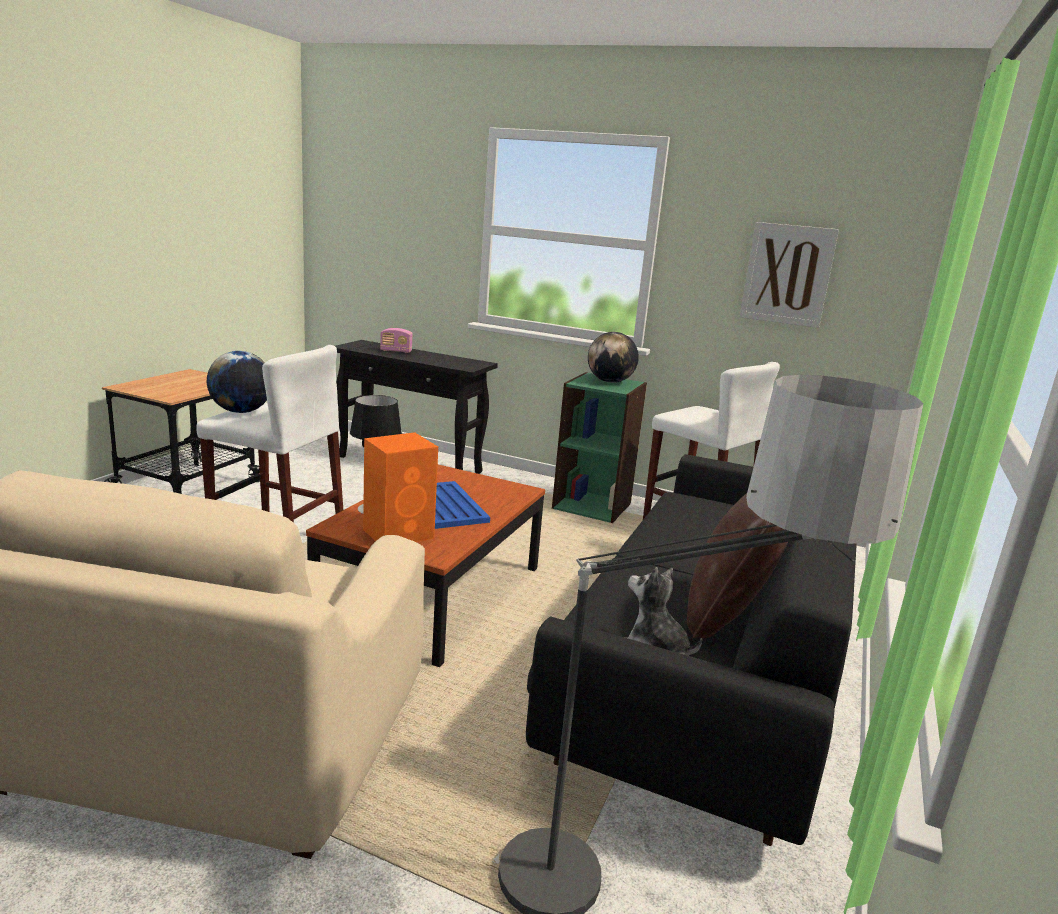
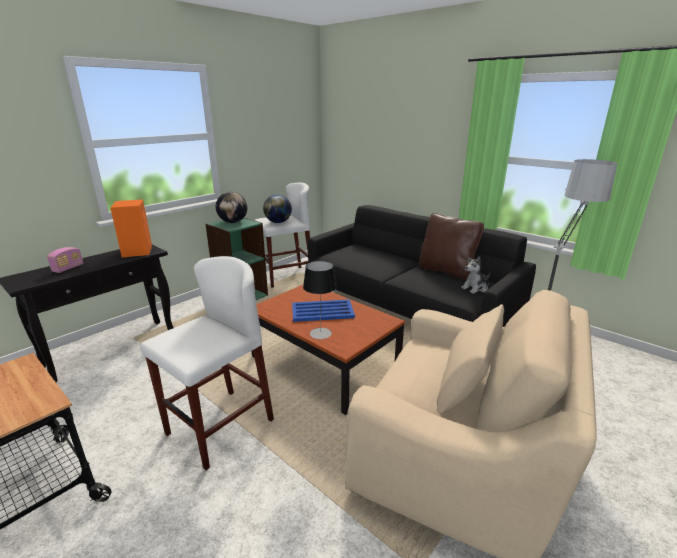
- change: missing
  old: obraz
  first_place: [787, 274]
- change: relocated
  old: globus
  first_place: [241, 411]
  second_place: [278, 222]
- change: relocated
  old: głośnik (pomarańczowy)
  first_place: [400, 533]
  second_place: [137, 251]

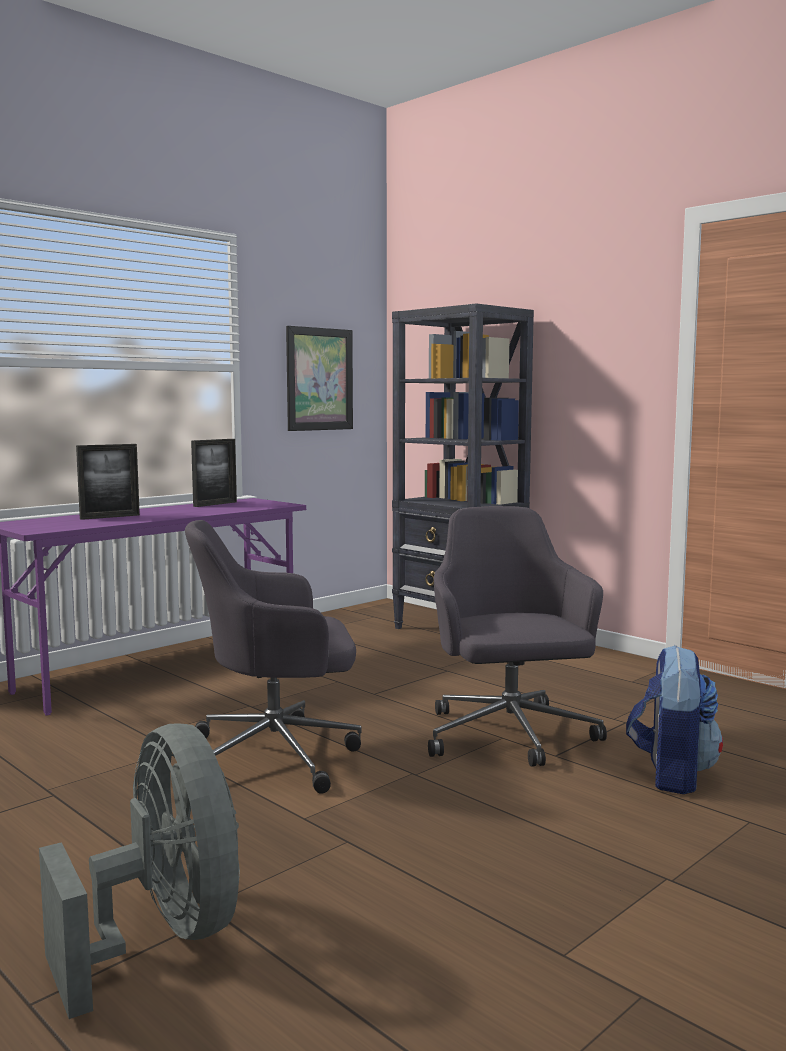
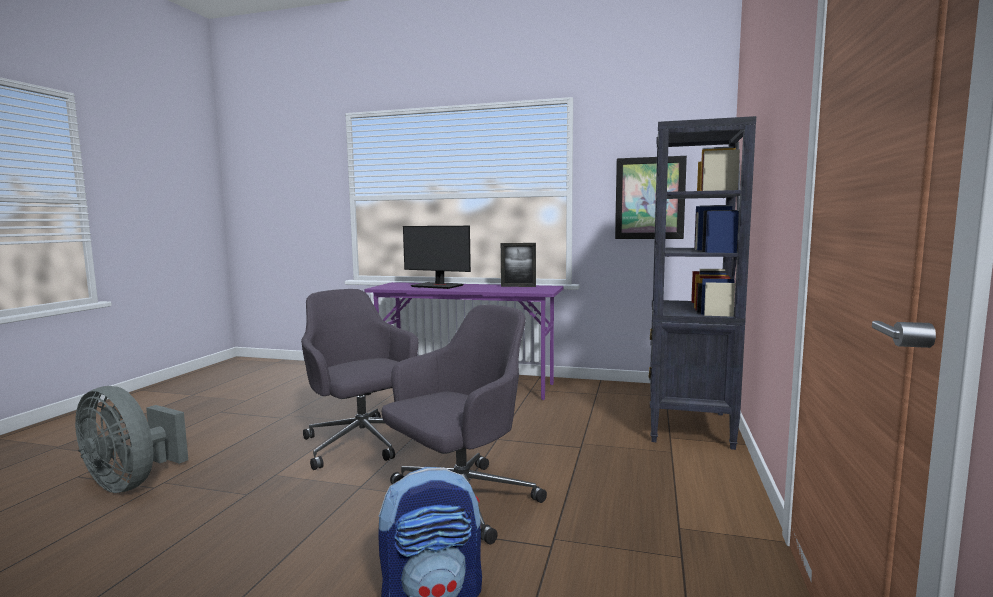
- change: exchanged
  old: ramka na zdjęcie
  new: monitor
  first_place: [110, 517]
  second_place: [438, 286]
- change: spun
  old: wentylator (szary)
  first_place: [162, 937]
  second_place: [131, 482]
  degrees: 90

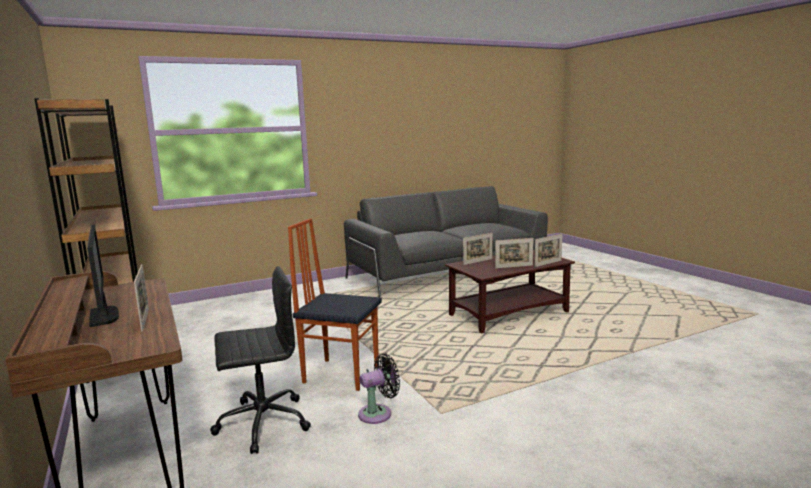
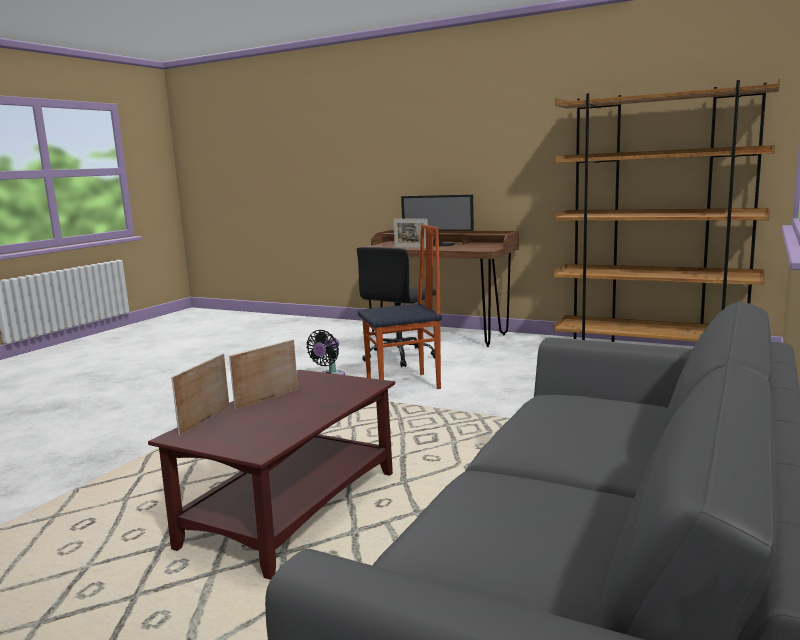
- change: missing
  old: ramka na zdjęcie
  first_place: [478, 262]

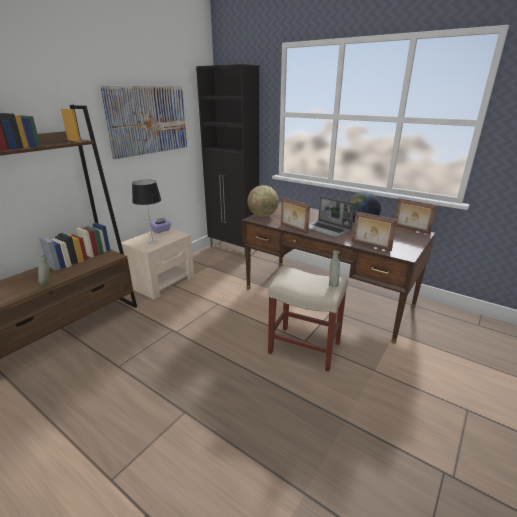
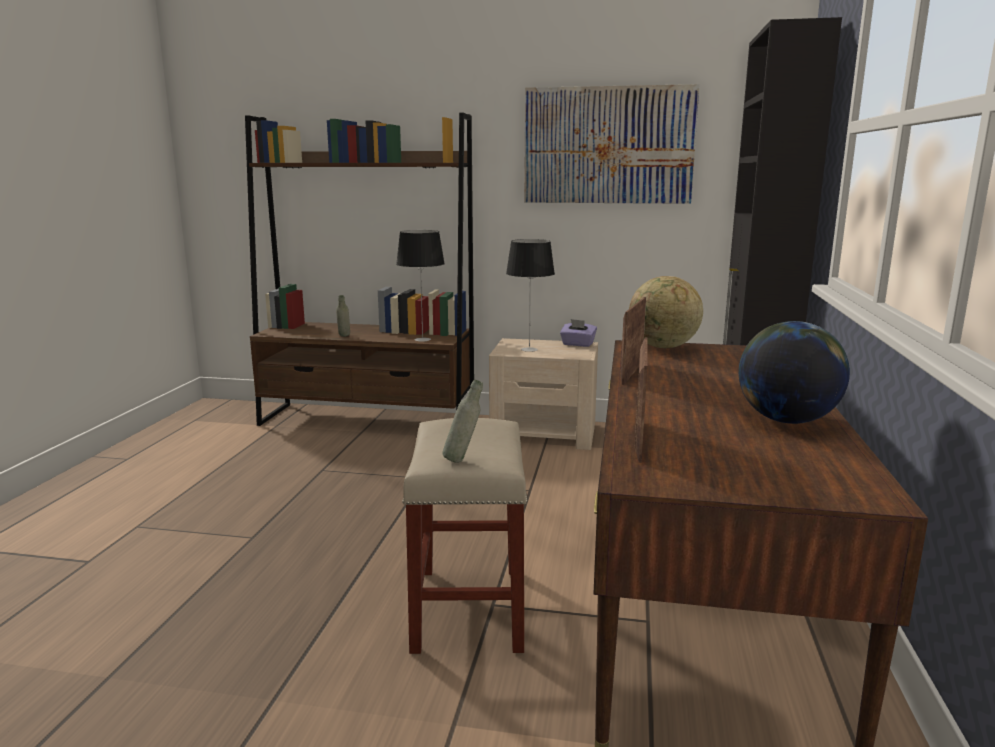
- change: missing
  old: laptop
  first_place: [328, 230]
- change: missing
  old: ramka na zdjęcie
  first_place: [411, 229]
- change: appeared
  new: lampa stołowa
  second_place: [422, 339]

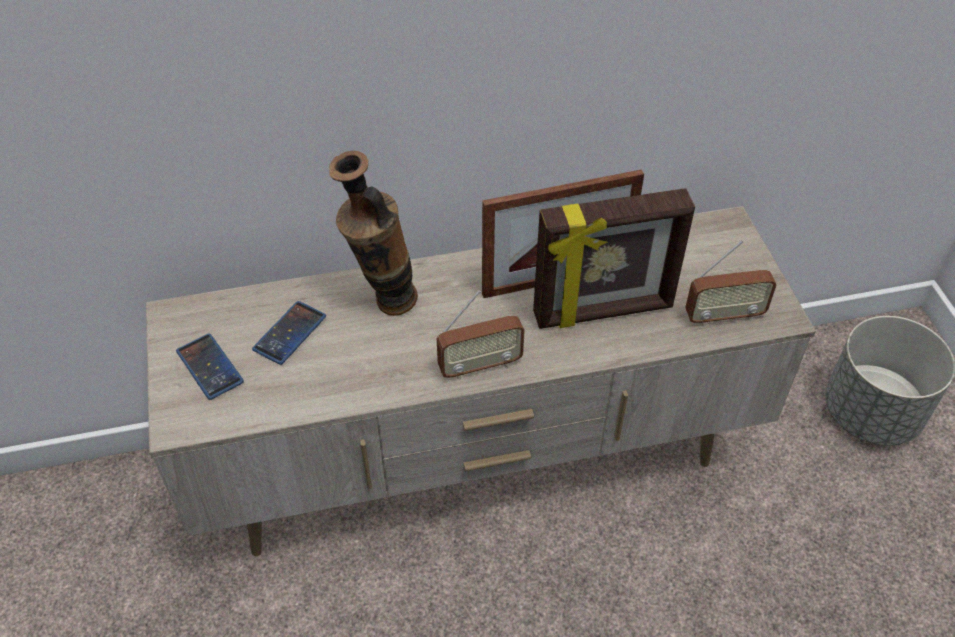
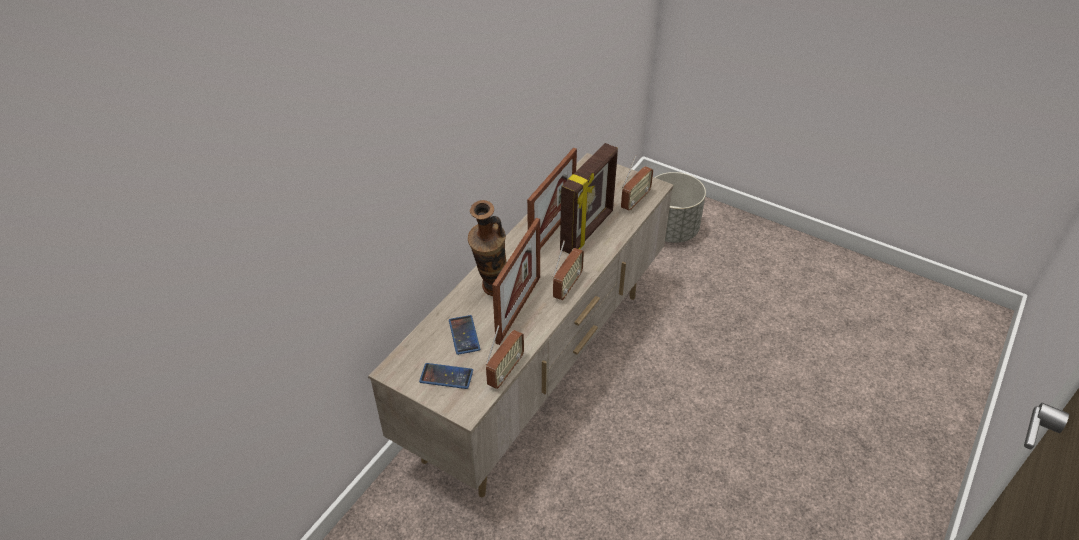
- change: appeared
  new: ramka na zdjęcie
  second_place: [518, 309]
- change: appeared
  new: radio
  second_place: [505, 372]

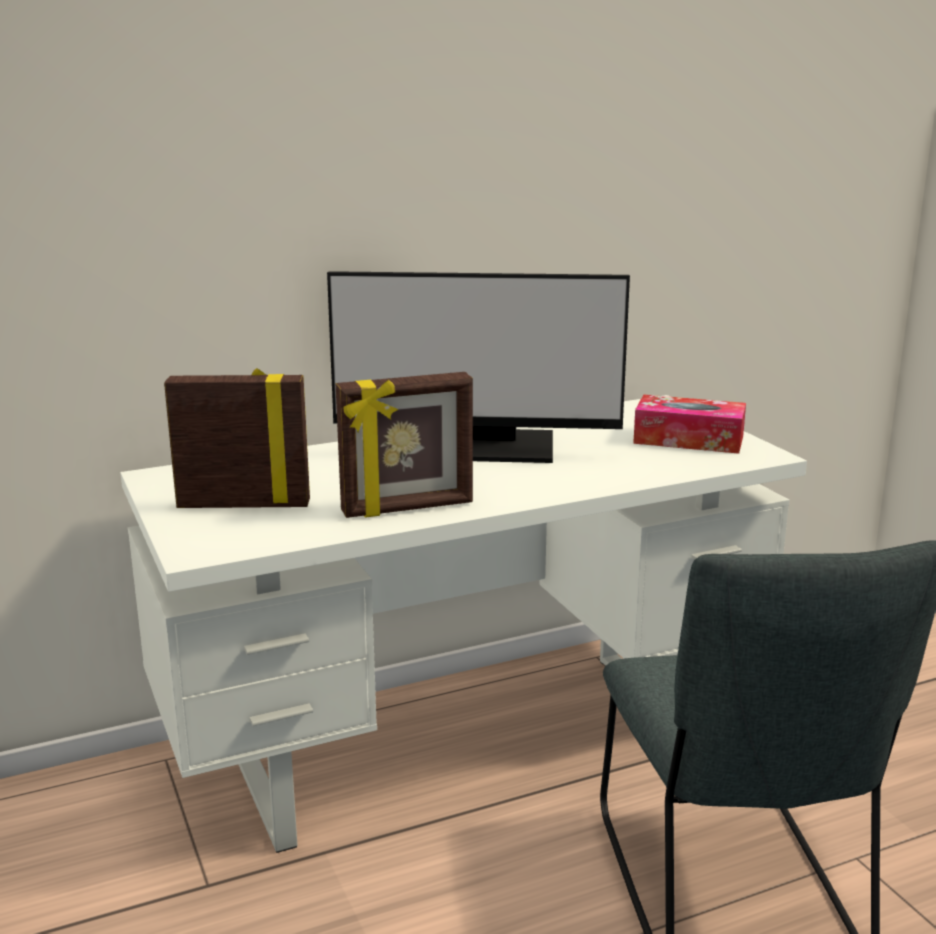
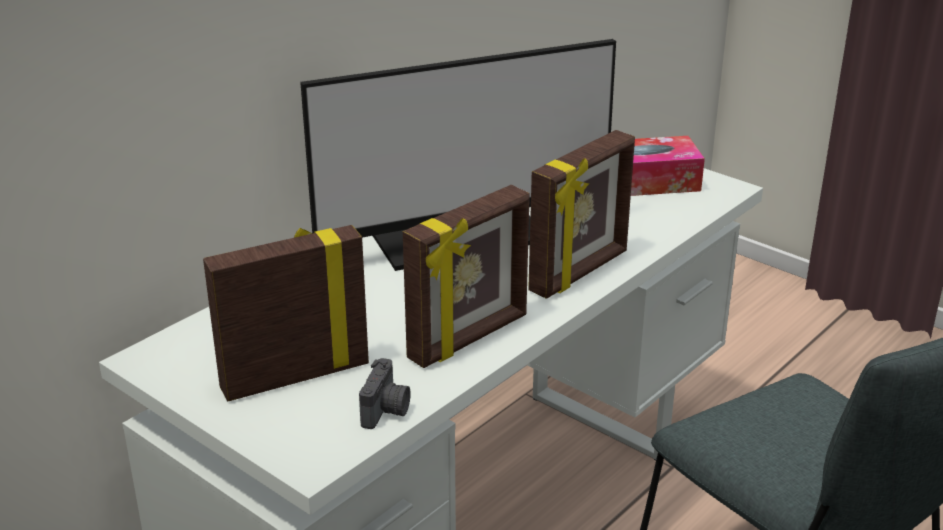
- change: appeared
  new: ramka na zdjęcie
  second_place: [580, 272]
- change: appeared
  new: aparat fotograficzny
  second_place: [386, 410]

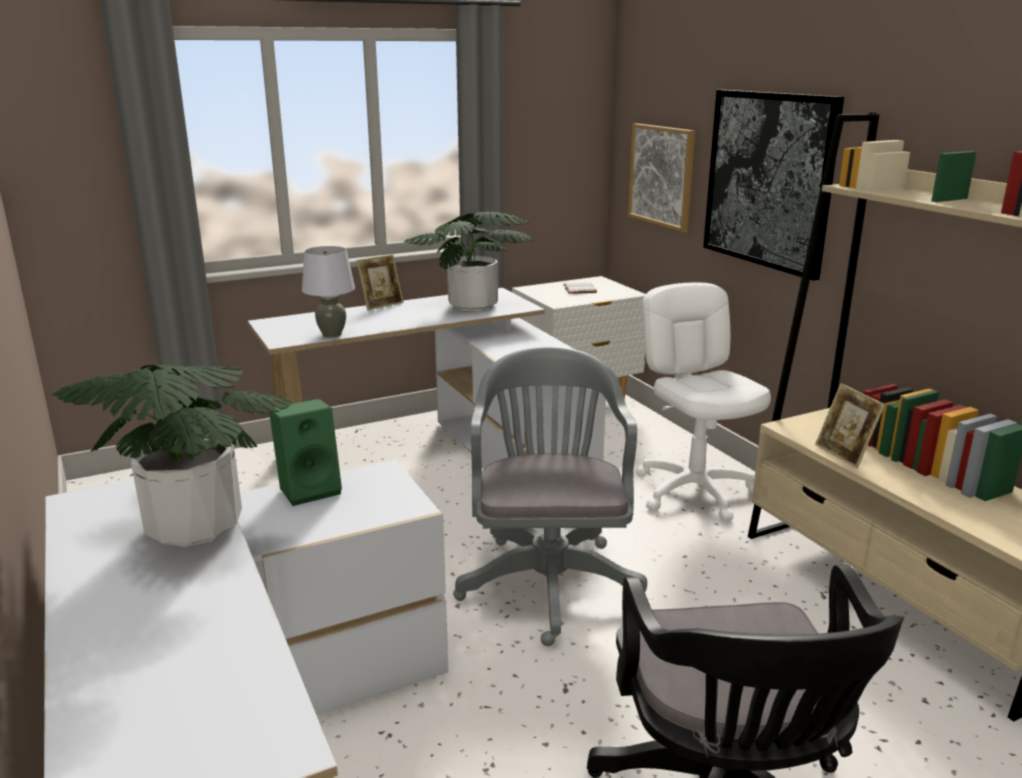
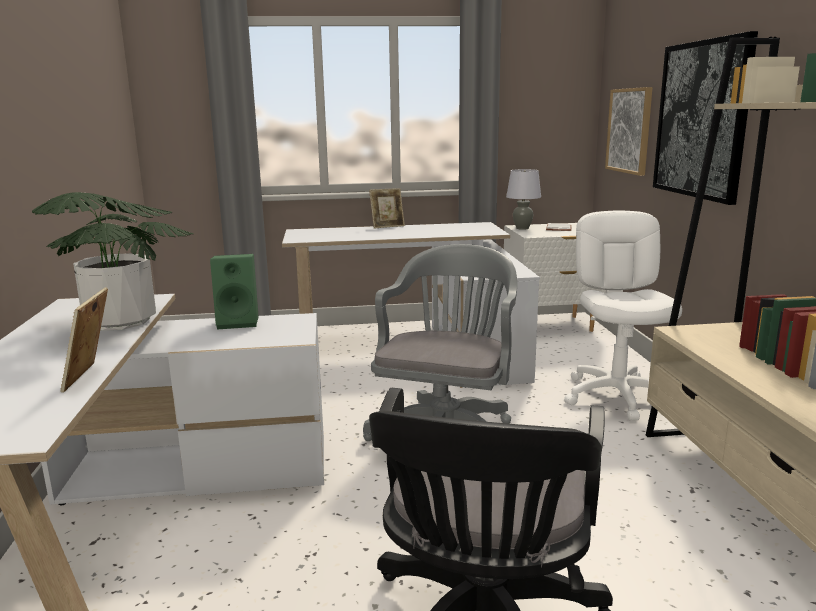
- change: missing
  old: roślina doniczkowa
  first_place: [472, 306]
- change: relocated
  old: lampa stołowa (szary)
  first_place: [332, 334]
  second_place: [522, 228]
- change: relocated
  old: ramka na zdjęcie
  first_place: [844, 454]
  second_place: [91, 377]

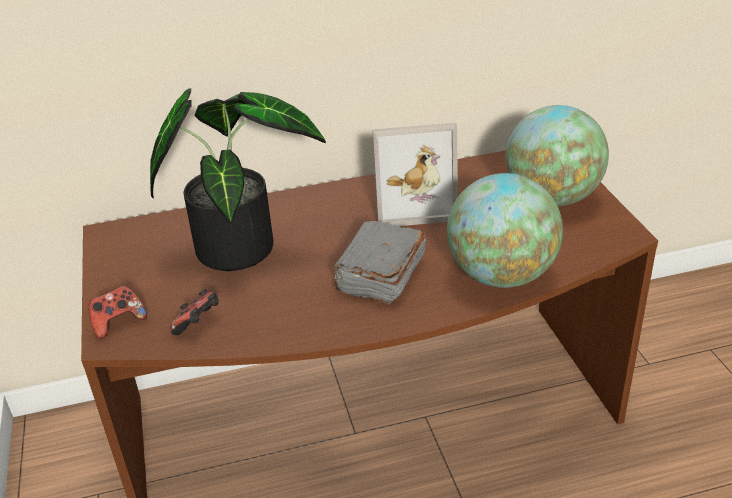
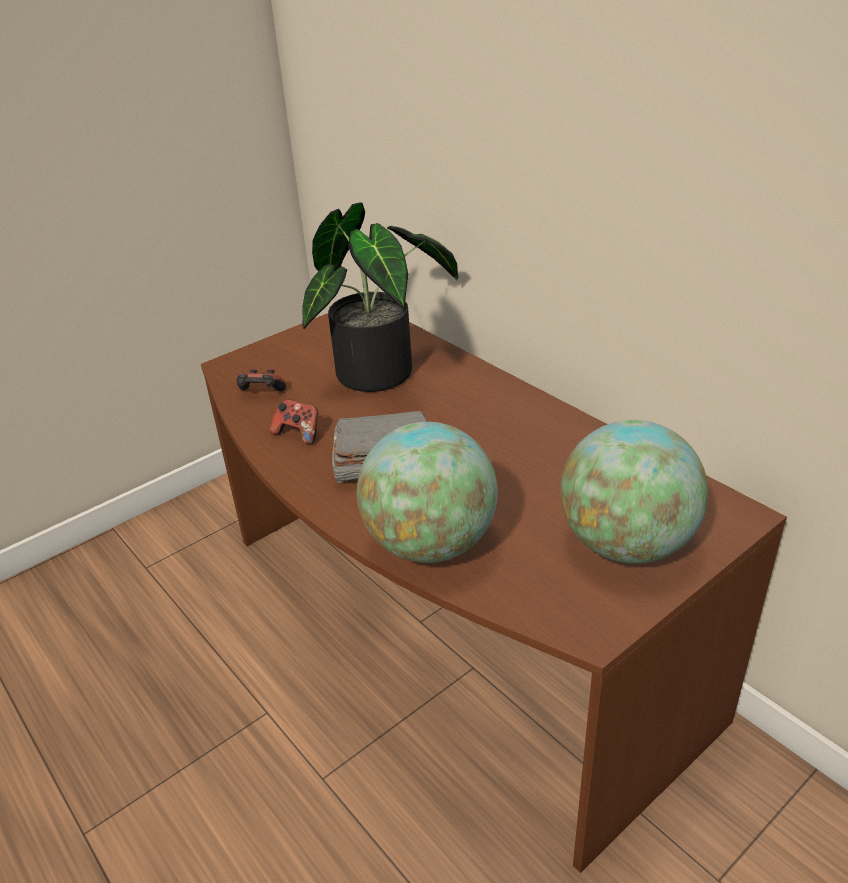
- change: missing
  old: ramka na zdjęcie
  first_place: [413, 203]
- change: relocated
  old: pad do gier
  first_place: [118, 323]
  second_place: [298, 434]

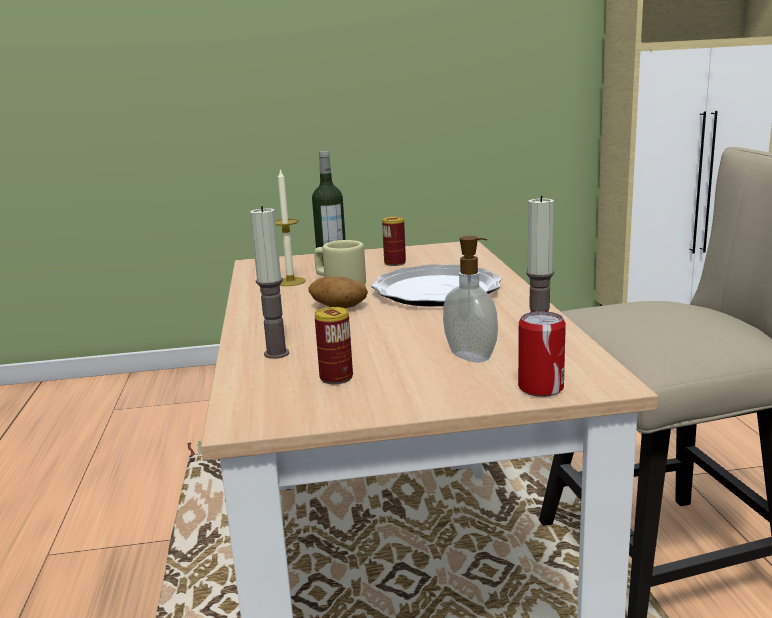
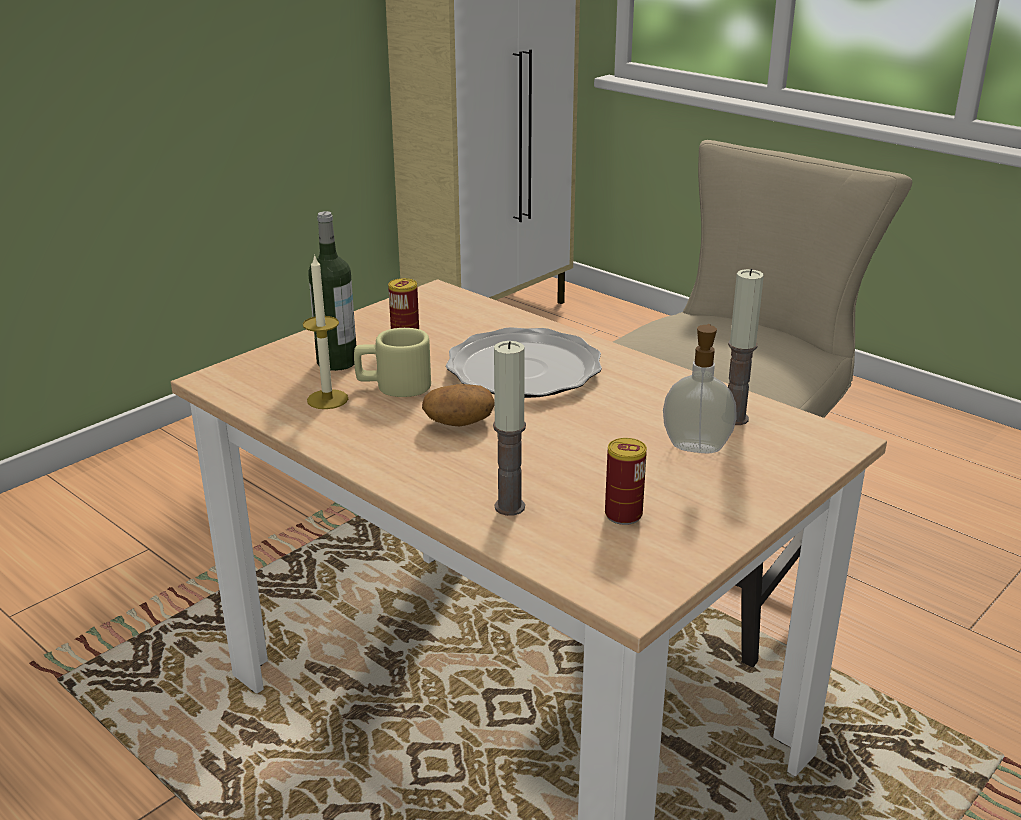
- change: missing
  old: puszka
  first_place: [540, 388]

